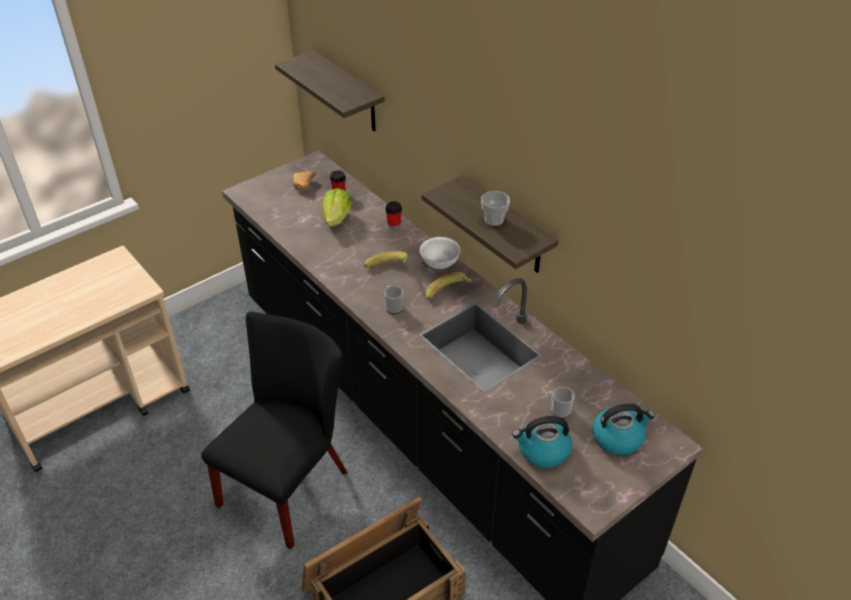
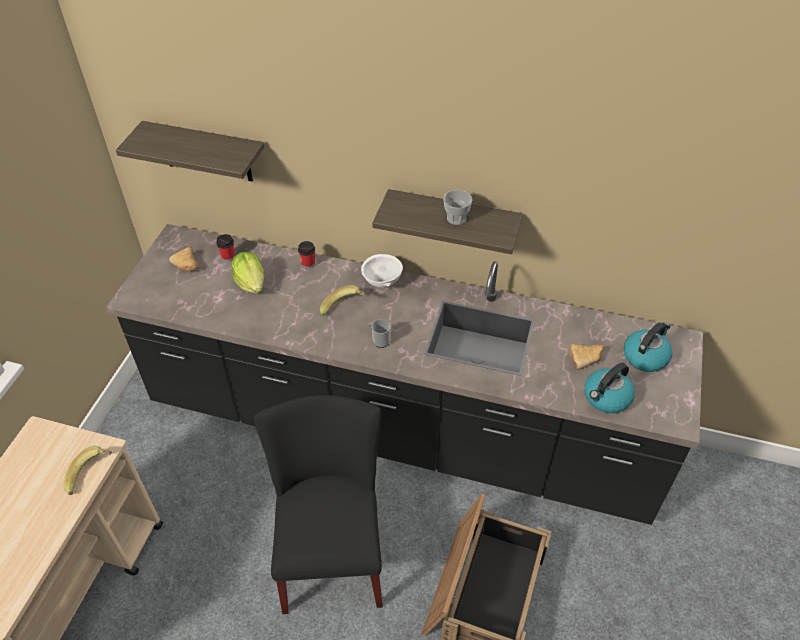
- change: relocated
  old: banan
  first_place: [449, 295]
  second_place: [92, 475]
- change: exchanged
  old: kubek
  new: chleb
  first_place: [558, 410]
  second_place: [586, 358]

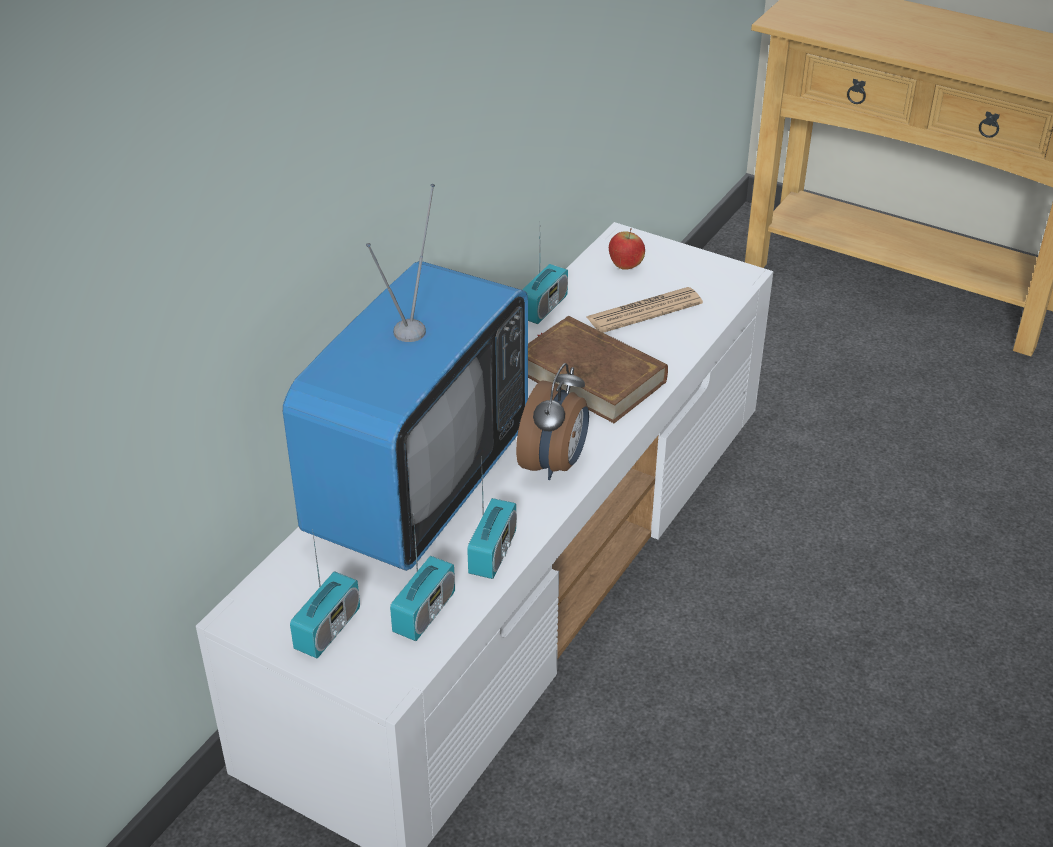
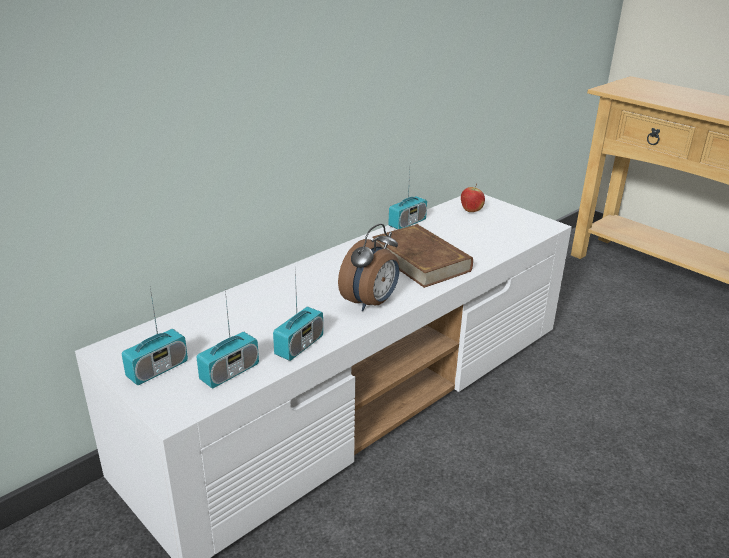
- change: missing
  old: telewizor
  first_place: [418, 486]
- change: missing
  old: gazeta
  first_place: [644, 311]

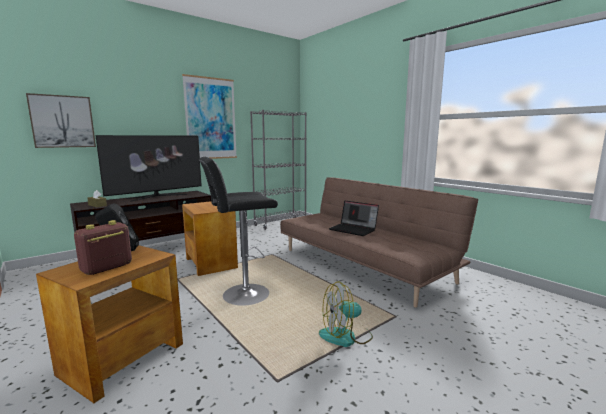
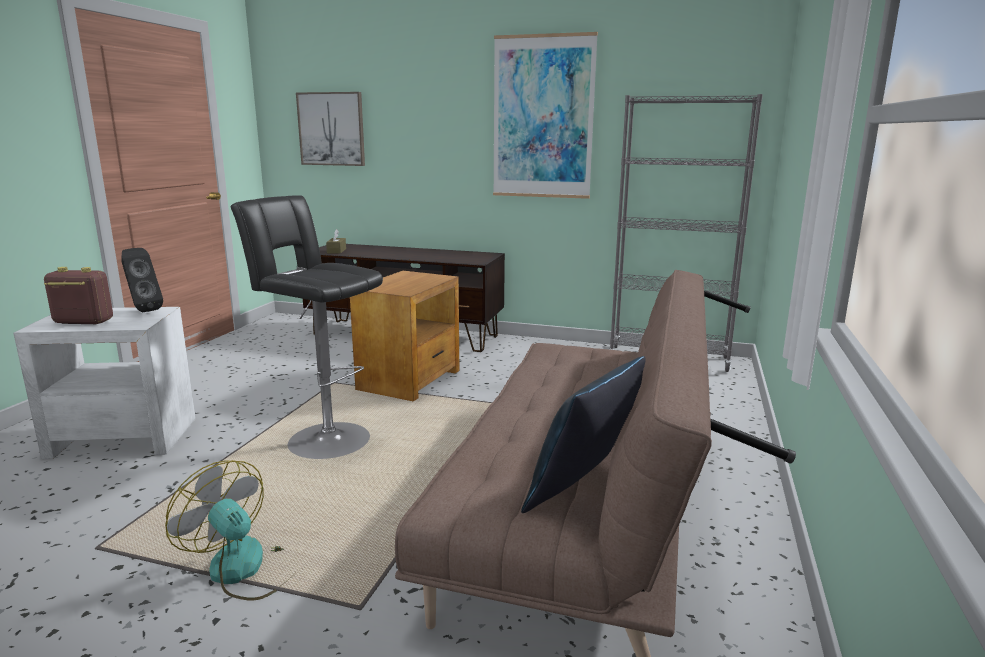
- change: missing
  old: telewizor
  first_place: [156, 196]
- change: missing
  old: laptop
  first_place: [354, 229]
- change: colour
  old: stolik (brązowy)
  new: stolik (biały)
  first_place: [122, 359]
  second_place: [123, 437]
- change: appeared
  new: poduszka (niebieski)
  second_place: [582, 492]

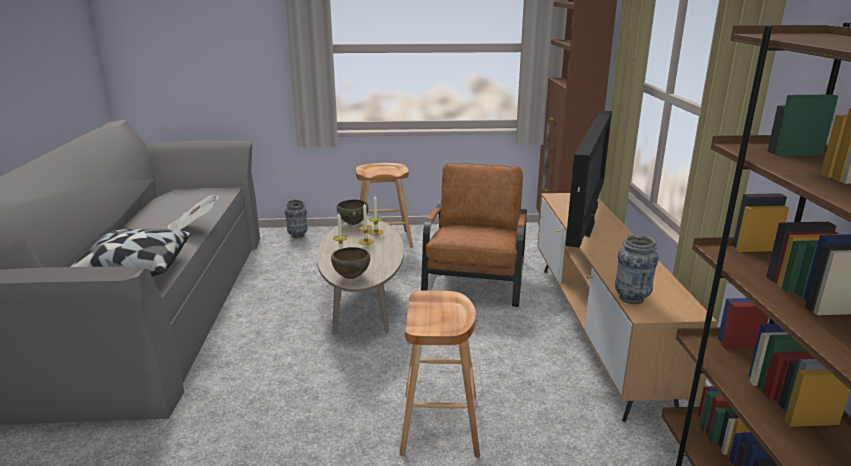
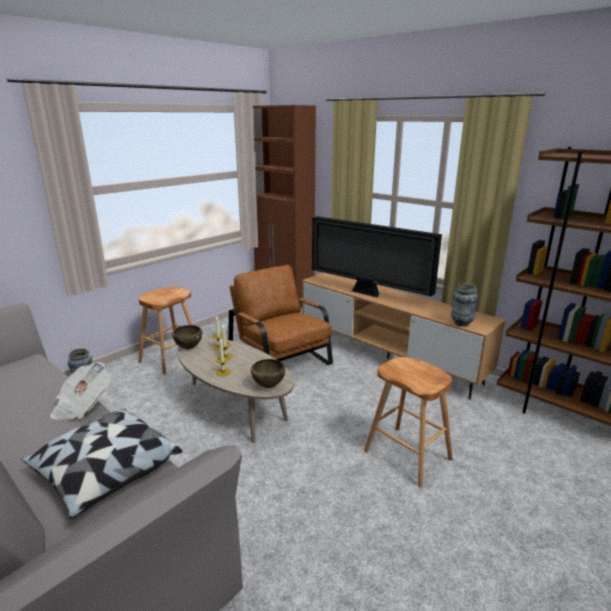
- change: spun
  old: telewizor
  first_place: [586, 228]
  second_place: [367, 293]
  degrees: 150

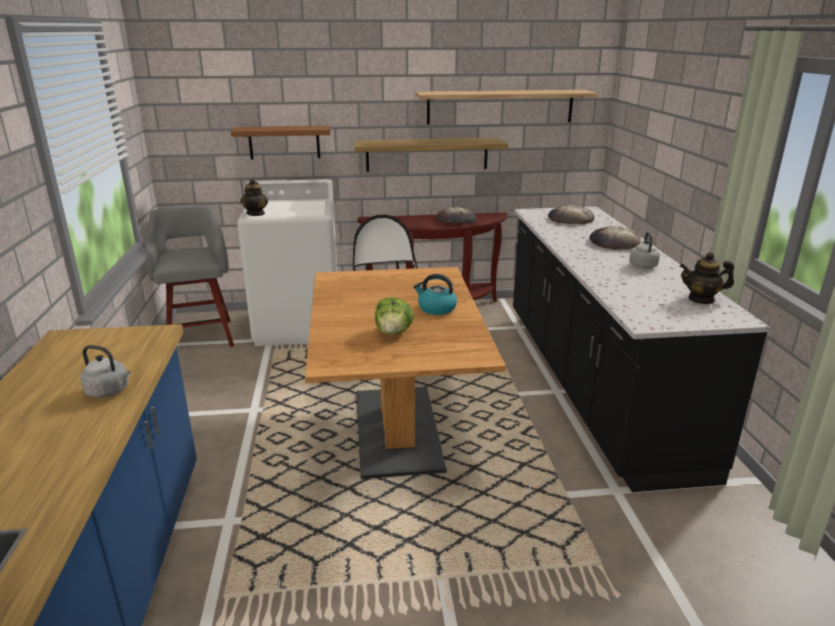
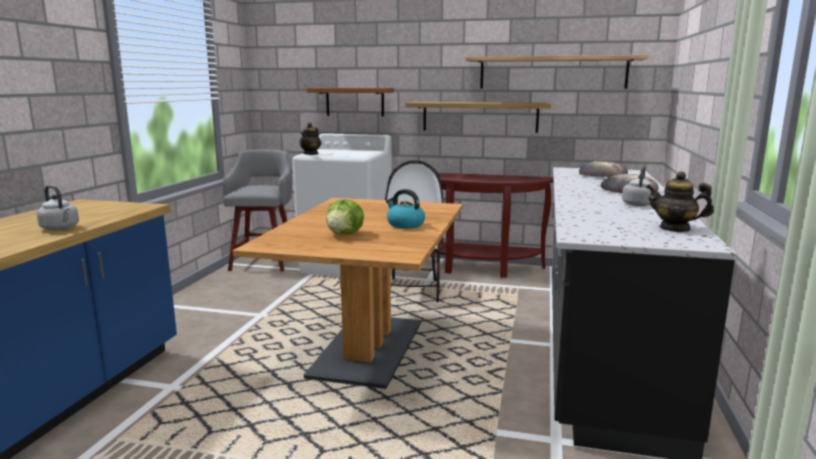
- change: missing
  old: chleb
  first_place: [456, 220]

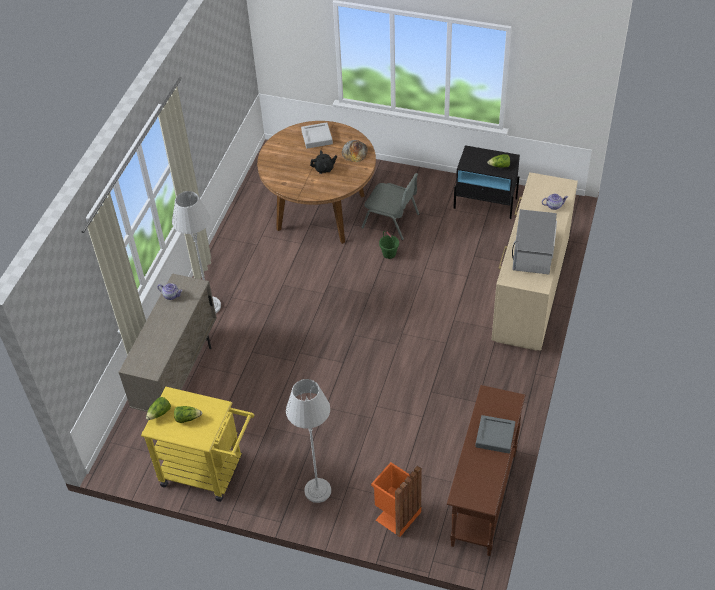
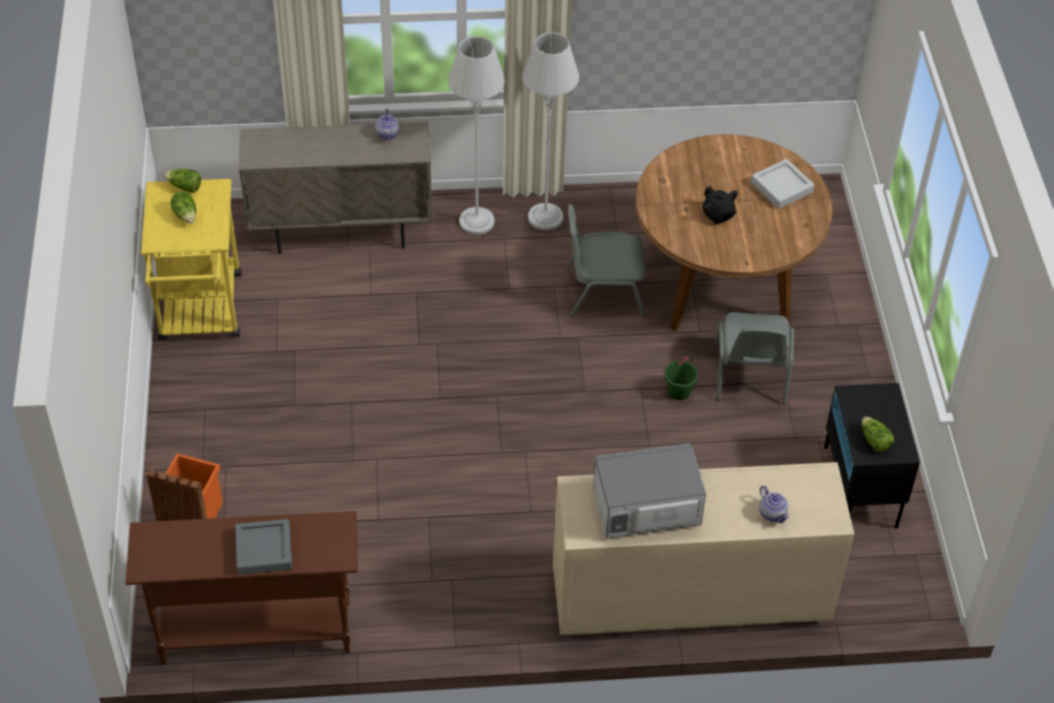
- change: missing
  old: chleb
  first_place: [354, 151]
- change: relocated
  old: lampa stojąca (szary)
  first_place: [317, 491]
  second_place: [545, 217]
- change: appeared
  new: krzesło (szary)
  second_place: [603, 290]

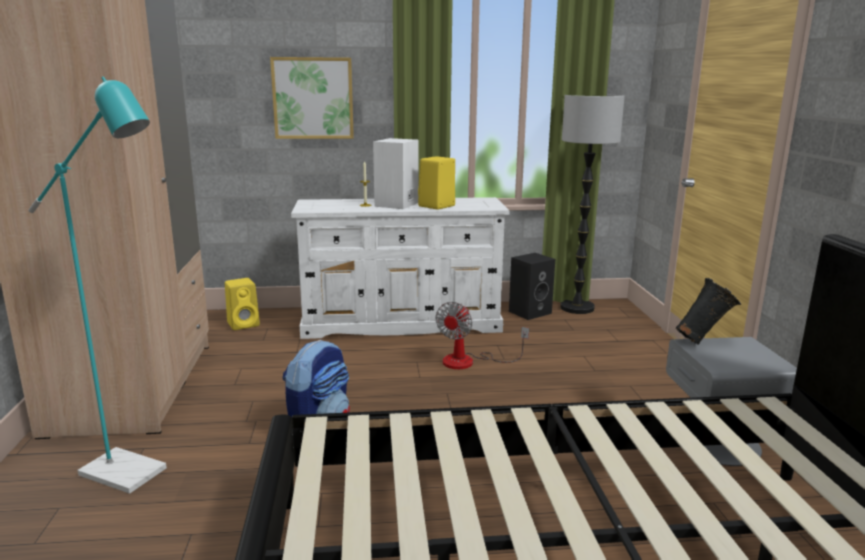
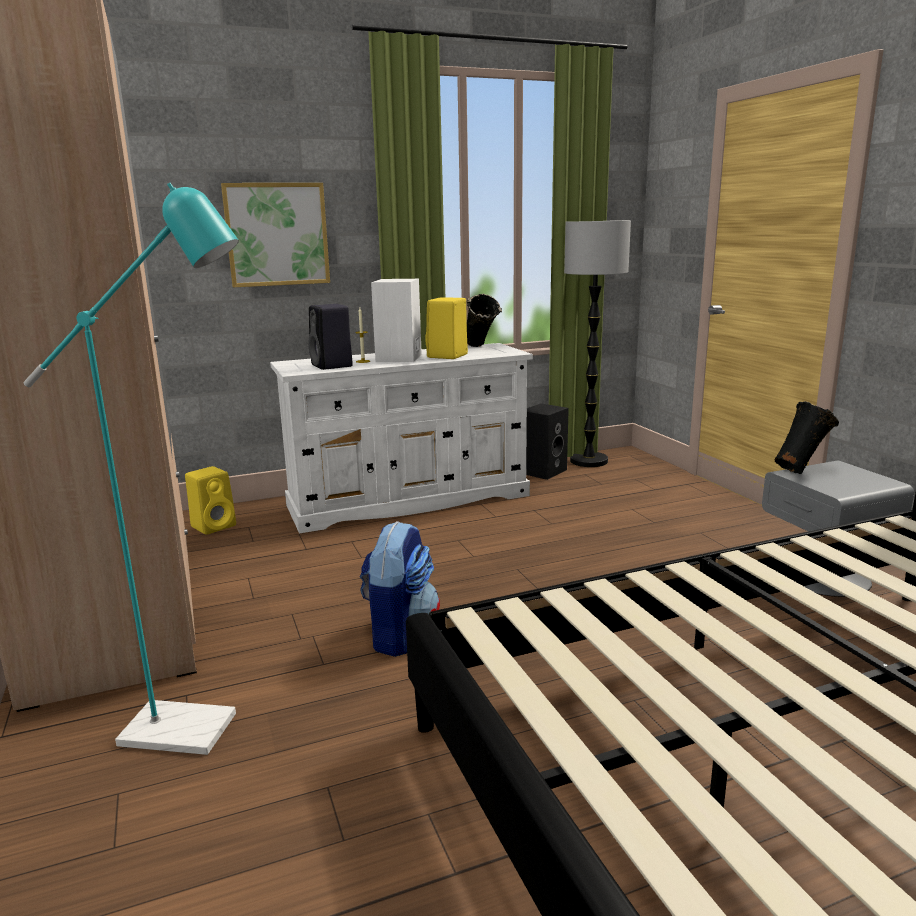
- change: missing
  old: wentylator
  first_place: [469, 361]
- change: appeared
  new: wazon (czarny)
  second_place: [481, 348]
- change: appeared
  new: głośnik (czarny)
  second_place: [332, 366]

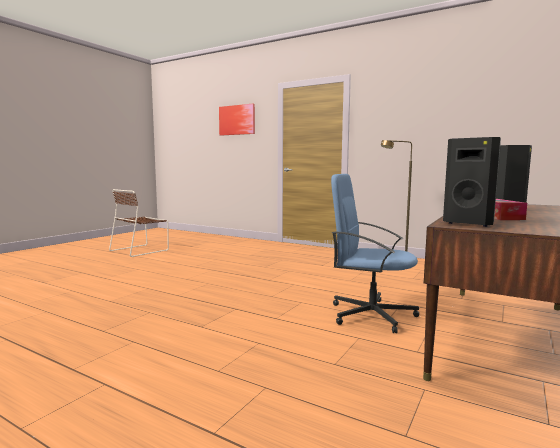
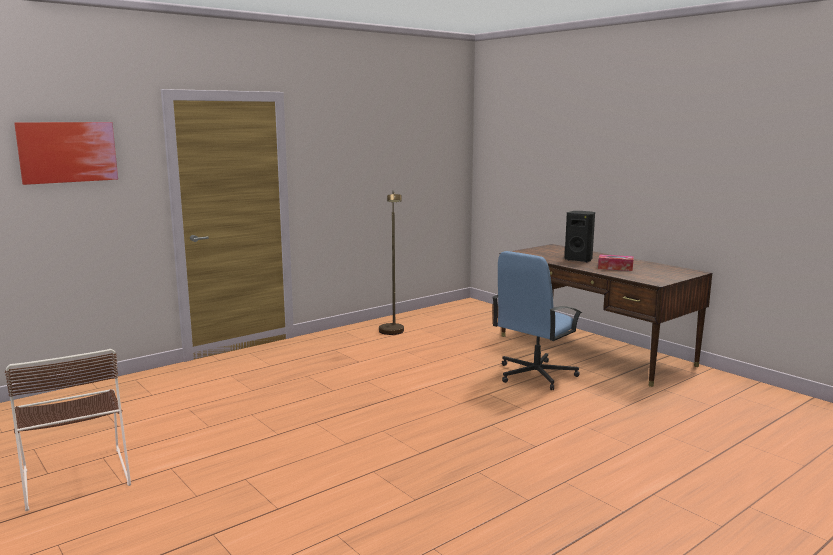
- change: missing
  old: głośnik (czarny)
  first_place: [470, 223]

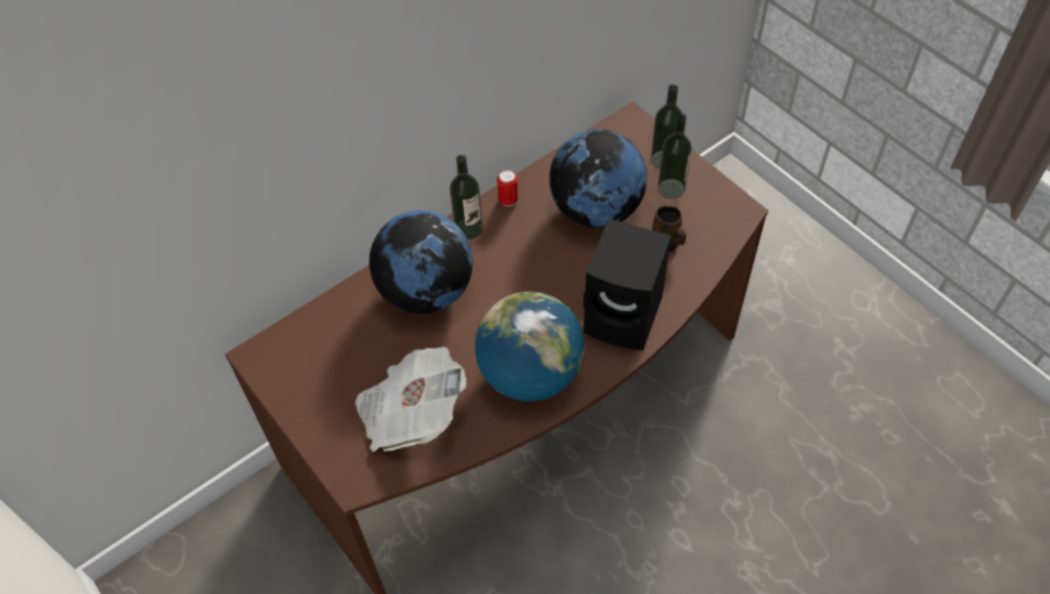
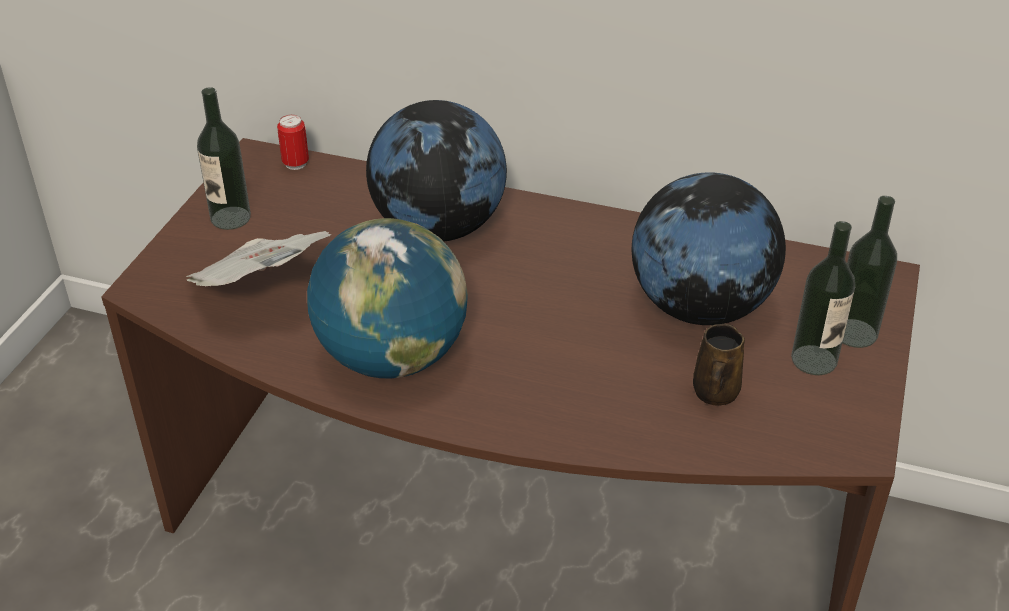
- change: relocated
  old: butelka
  first_place: [468, 228]
  second_place: [230, 218]
- change: relocated
  old: puszka
  first_place: [508, 200]
  second_place: [295, 164]
- change: missing
  old: głośnik (czarny)
  first_place: [625, 317]

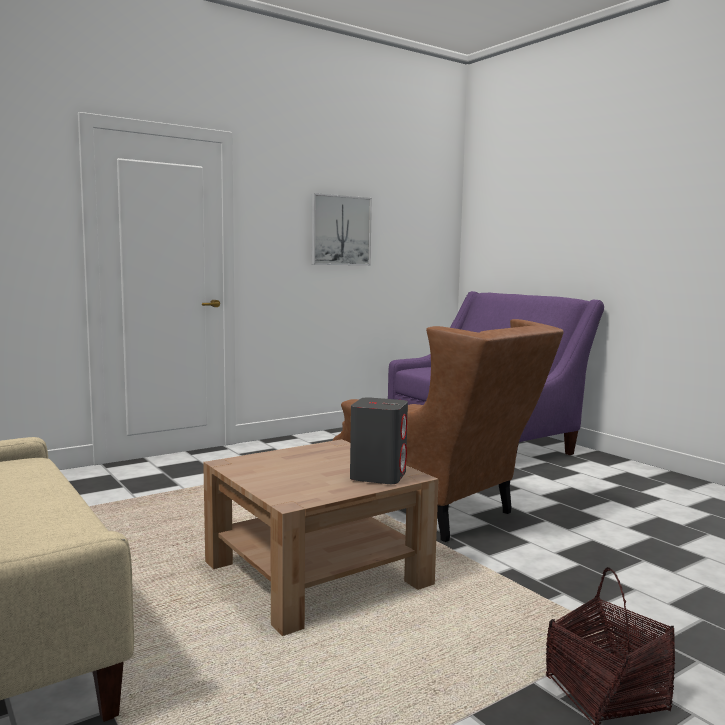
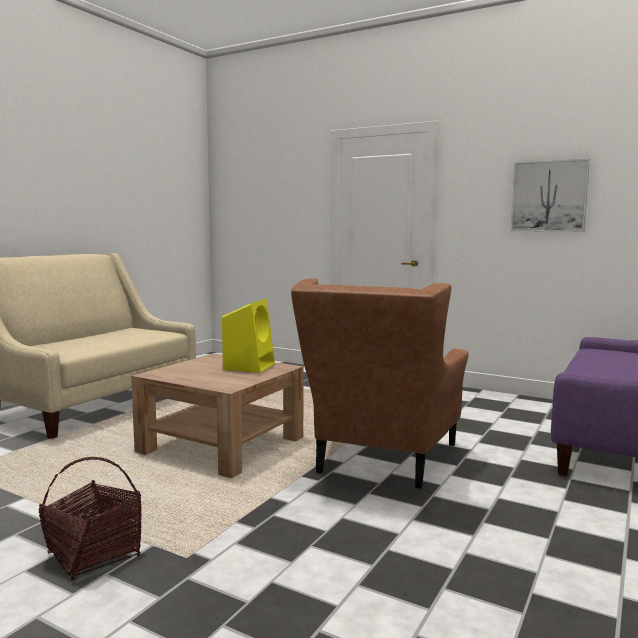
- change: missing
  old: głośnik (szary)
  first_place: [378, 476]
- change: appeared
  new: głośnik (żółty)
  second_place: [249, 366]

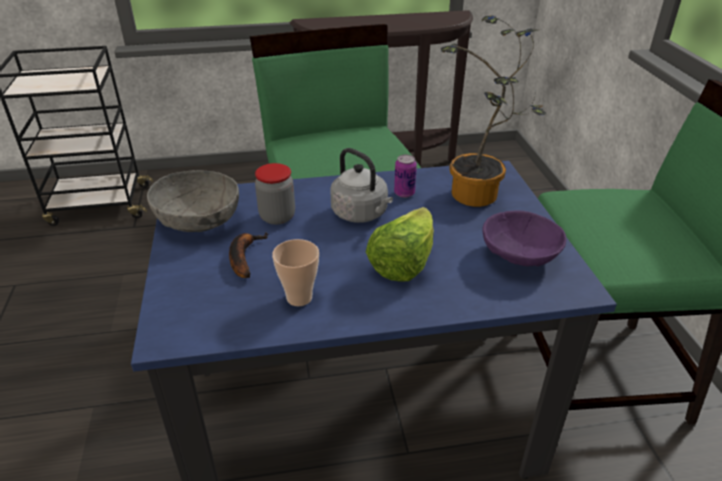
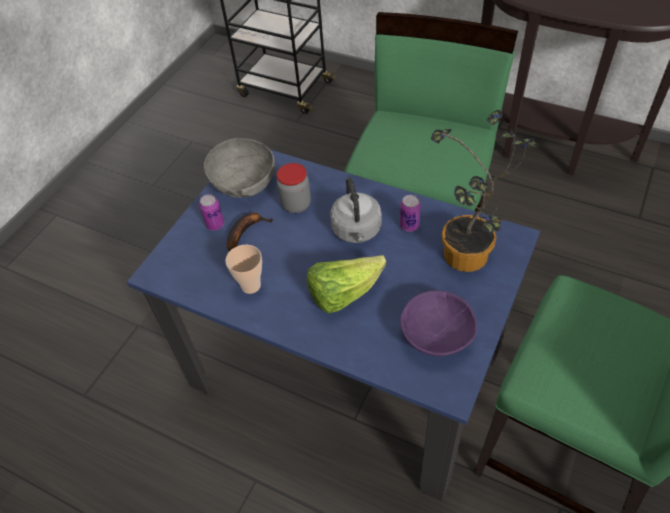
- change: appeared
  new: puszka
  second_place: [215, 224]

